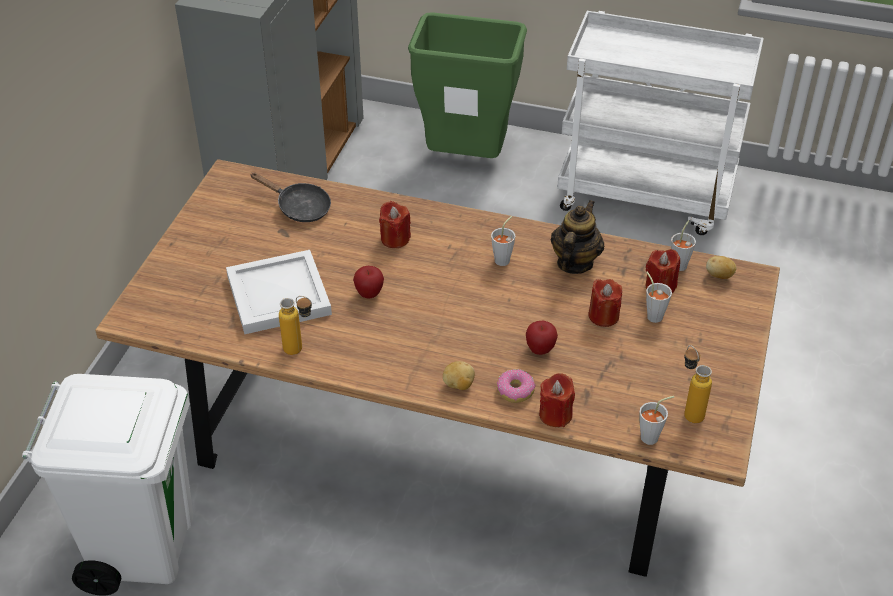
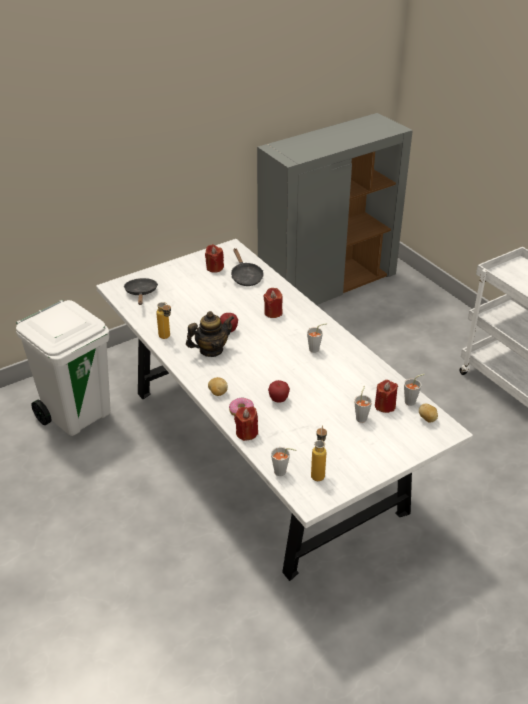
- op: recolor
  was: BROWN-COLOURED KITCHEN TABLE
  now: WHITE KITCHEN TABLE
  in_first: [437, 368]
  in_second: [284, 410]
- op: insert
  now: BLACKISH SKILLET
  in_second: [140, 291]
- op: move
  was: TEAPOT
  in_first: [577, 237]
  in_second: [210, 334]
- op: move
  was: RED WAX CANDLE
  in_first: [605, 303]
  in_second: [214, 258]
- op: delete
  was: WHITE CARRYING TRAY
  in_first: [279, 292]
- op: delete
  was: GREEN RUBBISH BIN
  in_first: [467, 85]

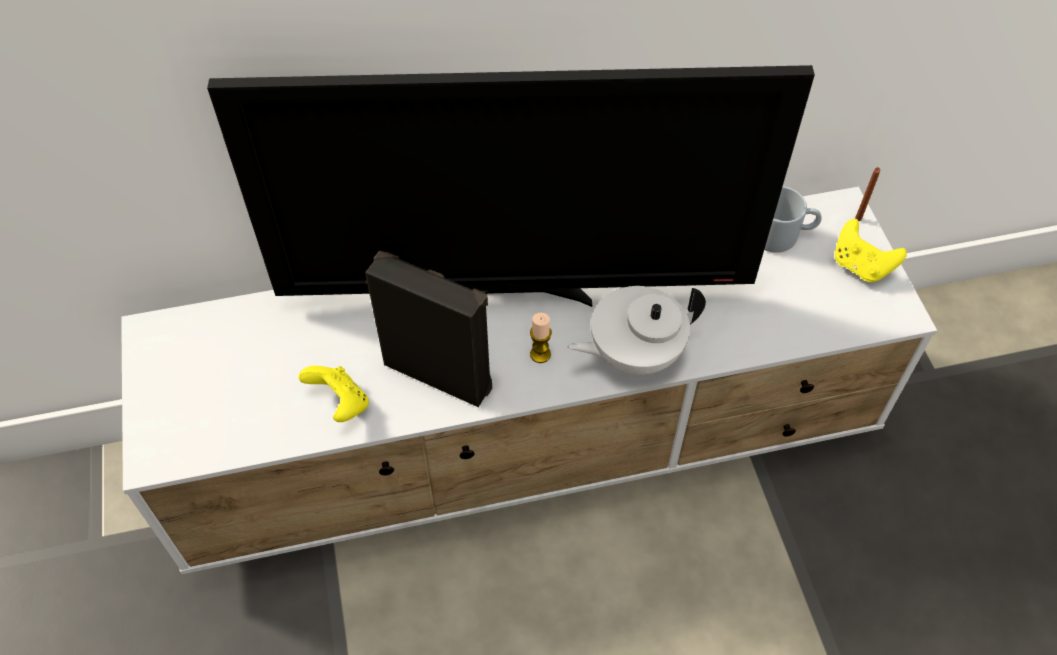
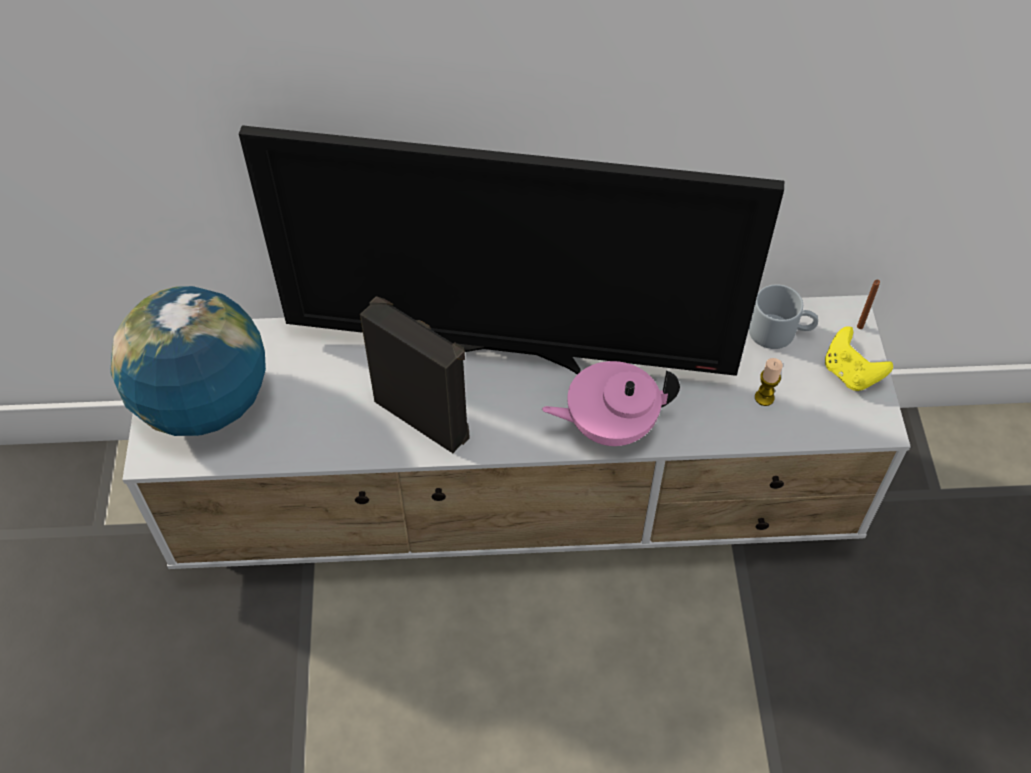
- op: insert
  now: GLOBE
  in_second: [188, 361]
- op: recolor
  was: WHITE TEAPOT
  now: PINKISH TEAPOT
  in_first: [637, 330]
  in_second: [611, 403]
- op: move
  was: WAX CANDLE
  in_first: [541, 338]
  in_second: [769, 382]
- op: delete
  was: YELLOW GAME CONTROLLER
  in_first: [334, 394]

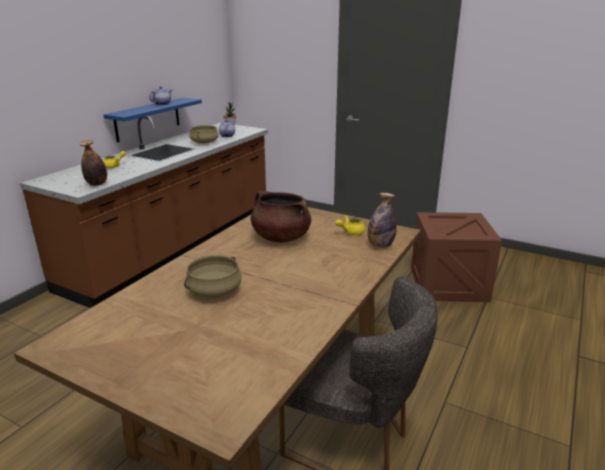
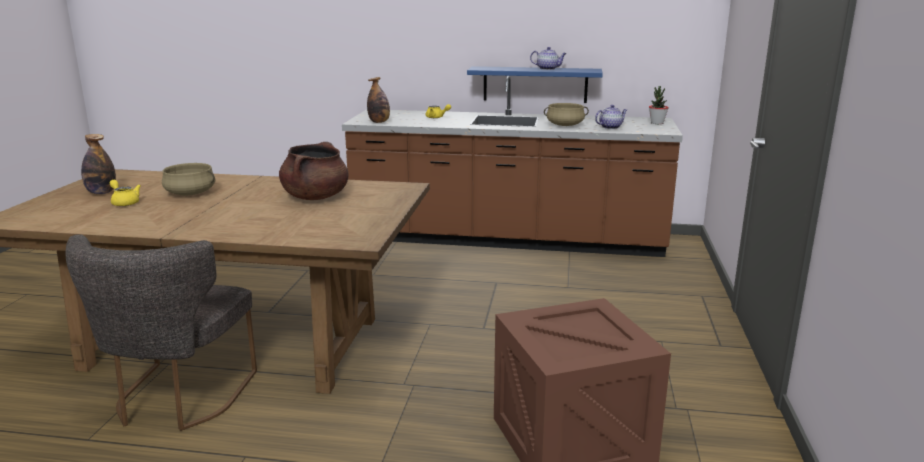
- op: move
  was: BEVERAGE BOTTLE
  in_first: [382, 220]
  in_second: [98, 164]
- op: move
  was: YELLOW TEAPOT
  in_first: [350, 225]
  in_second: [125, 193]

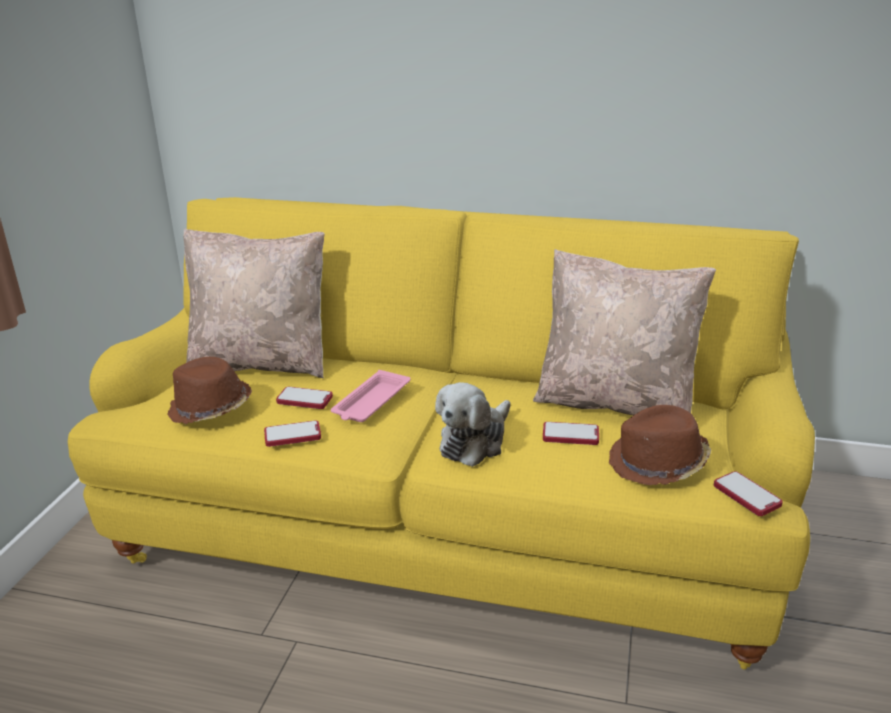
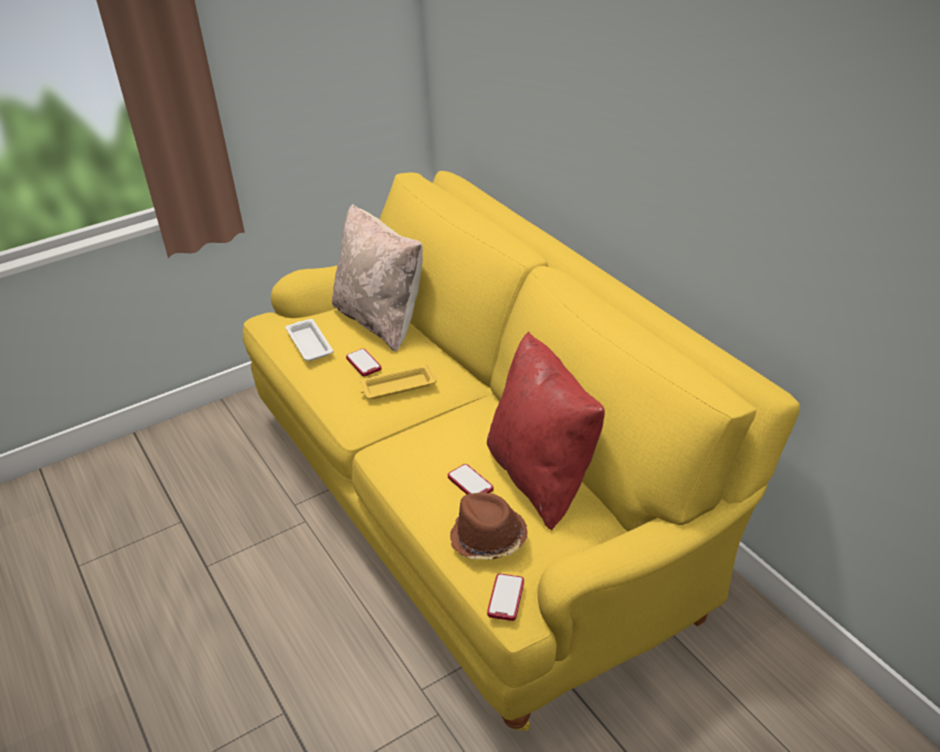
- op: replace
  was: BROWN-COLOURED HAT
  now: WHITE CARRYING TRAY
  in_first: [209, 390]
  in_second: [309, 340]
- op: recolor
  was: PINKISH CARRYING TRAY
  now: YELLOW CARRYING TRAY
  in_first: [370, 396]
  in_second: [398, 381]
- op: recolor
  was: BEIGE THROW PILLOW
  now: RED THROW PILLOW
  in_first: [624, 332]
  in_second: [546, 431]
- op: delete
  was: PHONE
  in_first: [292, 433]
- op: delete
  was: SOFT TOY
  in_first: [473, 424]

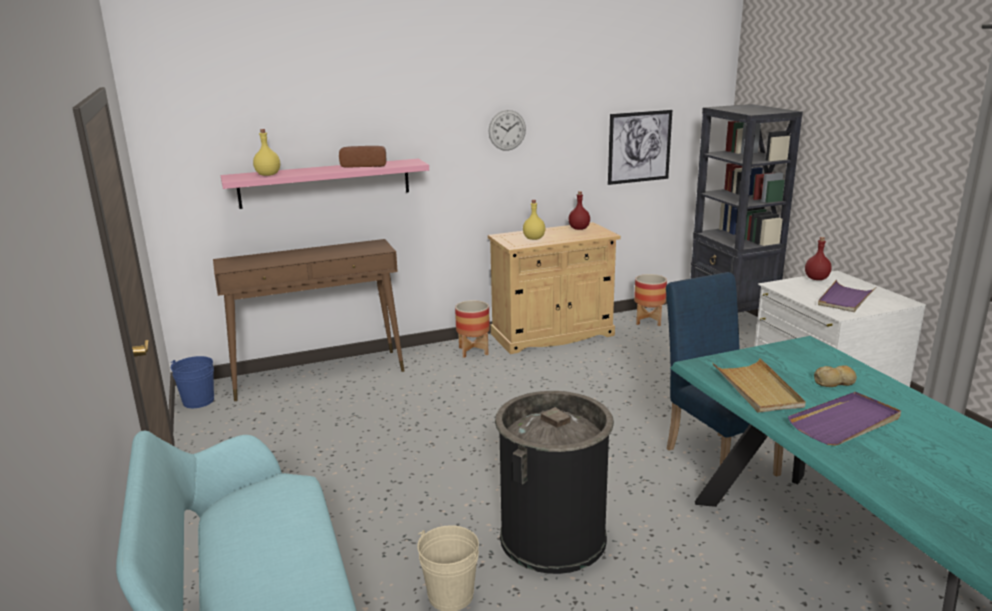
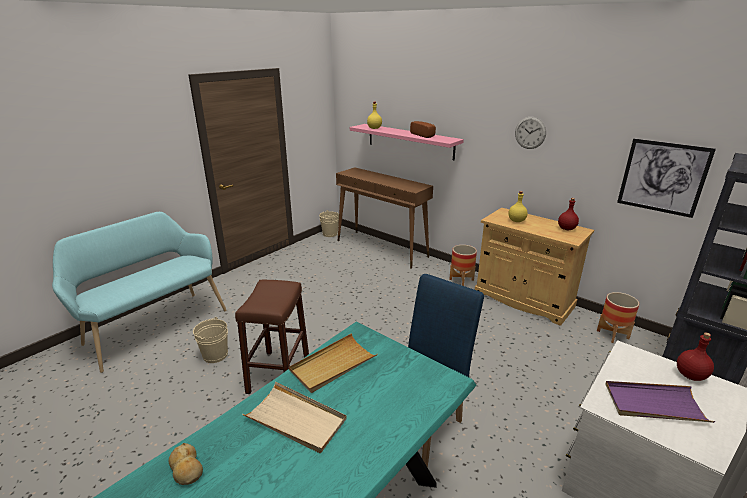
- op: move
  was: BREAD
  in_first: [835, 376]
  in_second: [186, 464]
- op: replace
  was: BLACKISH RUBBISH BIN
  now: BROWN-COLOURED SITTING STOOL
  in_first: [554, 482]
  in_second: [272, 337]
- op: recolor
  was: PURPLE-COLOURED CARRYING TRAY
  now: BEIGE CARRYING TRAY
  in_first: [844, 418]
  in_second: [294, 417]
- op: recolor
  was: BLUE WATER BUCKET
  now: BEIGE WATER BUCKET
  in_first: [192, 382]
  in_second: [329, 223]

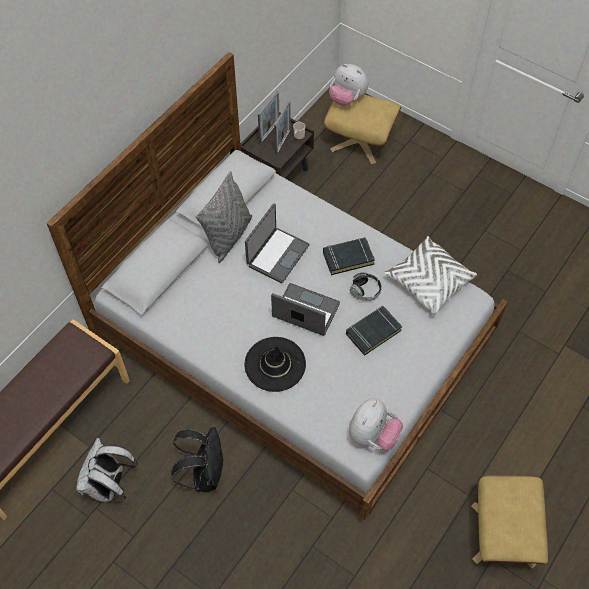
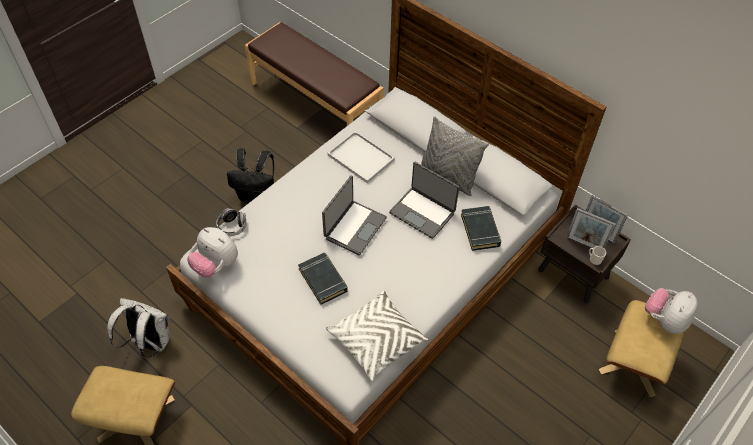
- op: move
  was: WHITE RUCKSACK
  in_first: [107, 470]
  in_second: [139, 327]
- op: move
  was: PAIR OF HEADPHONES
  in_first: [366, 287]
  in_second: [231, 222]
- op: insert
  now: WHITE CARRYING TRAY
  in_second: [361, 157]
- op: move
  was: BLACKISH BOOK
  in_first: [349, 256]
  in_second: [481, 228]
- op: delete
  was: BLACKISH HAT
  in_first: [275, 364]

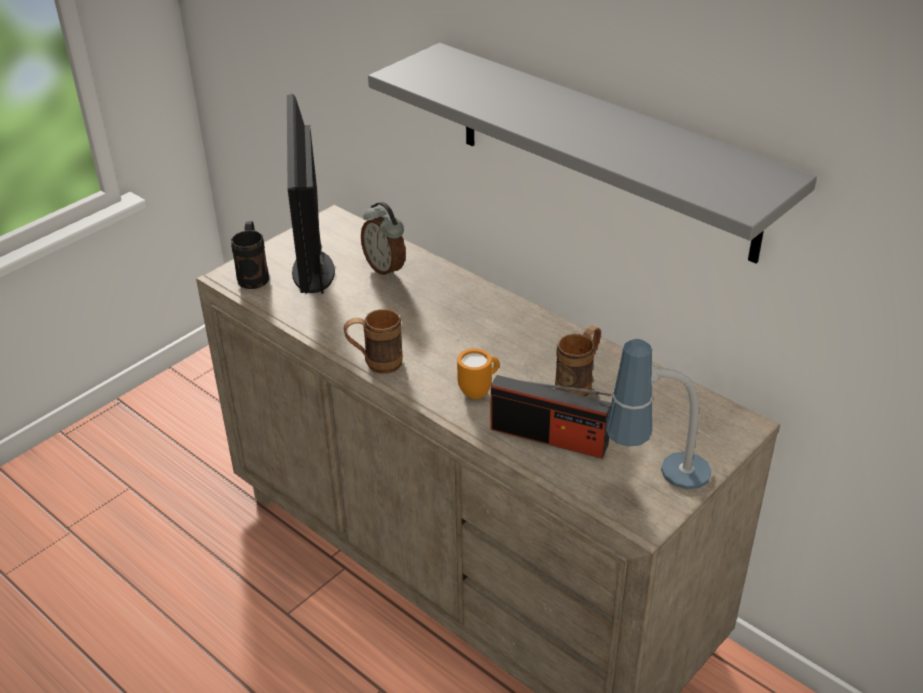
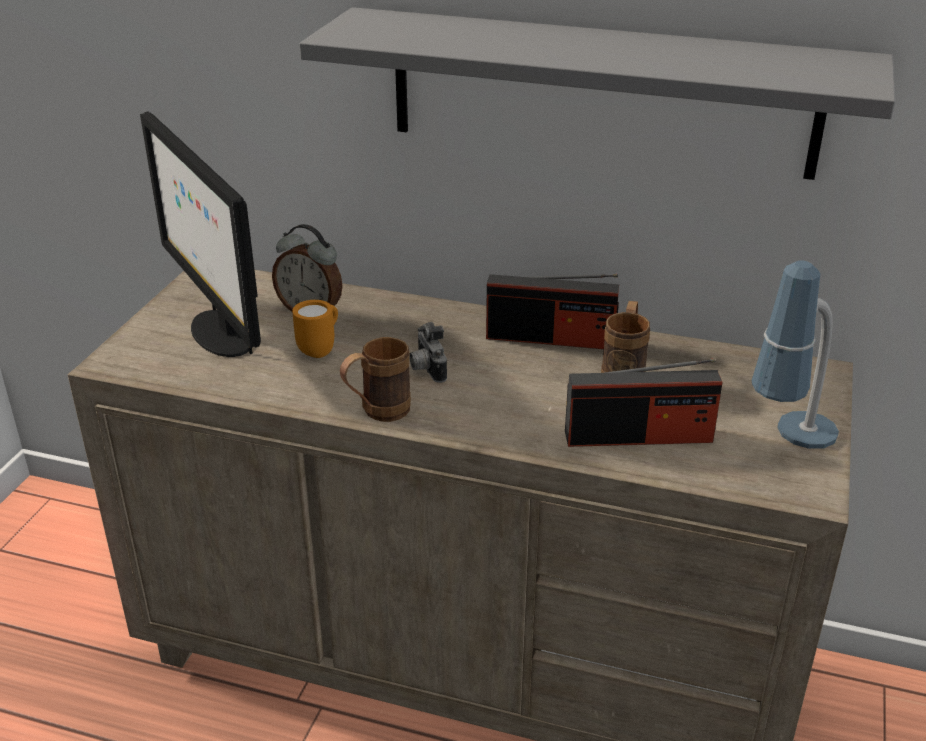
- op: move
  was: ORANGEY MUG
  in_first: [478, 374]
  in_second: [315, 329]
- op: insert
  now: STILL CAMERA
  in_second: [428, 352]
- op: insert
  now: RADIO
  in_second: [552, 311]
- op: delete
  was: BLACKISH MUG
  in_first: [250, 255]

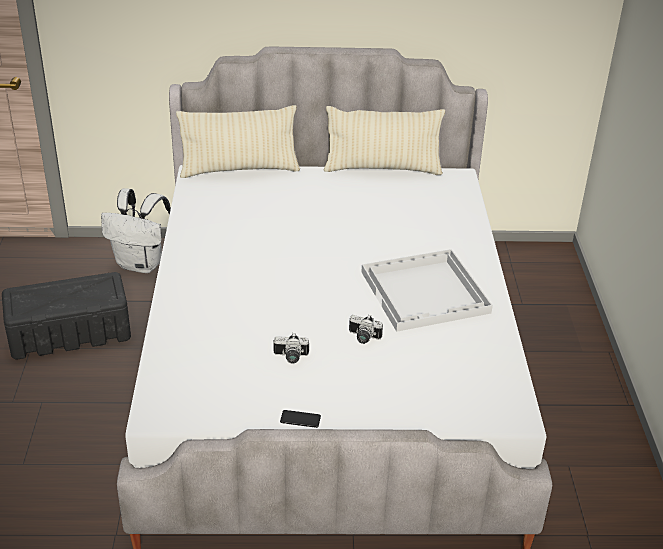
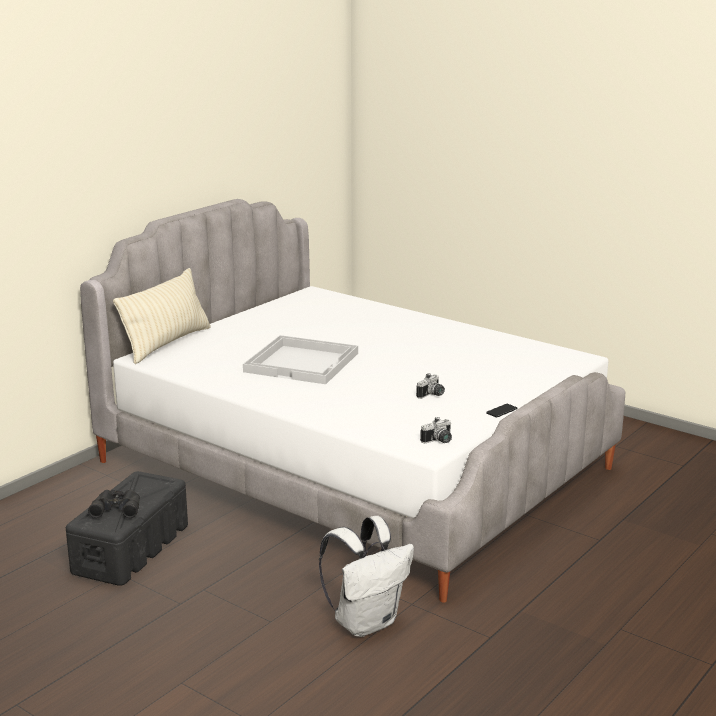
- op: insert
  now: BLACKISH PAIR OF BINOCULARS
  in_second: [114, 504]
- op: move
  was: WHITE CARRYING TRAY
  in_first: [427, 290]
  in_second: [300, 359]
- op: move
  was: WHITE RUCKSACK
  in_first: [136, 230]
  in_second: [366, 576]
- op: move
  was: STILL CAMERA
  in_first: [366, 329]
  in_second: [436, 430]
- op: delete
  was: BEIGE THROW PILLOW
  in_first: [384, 140]

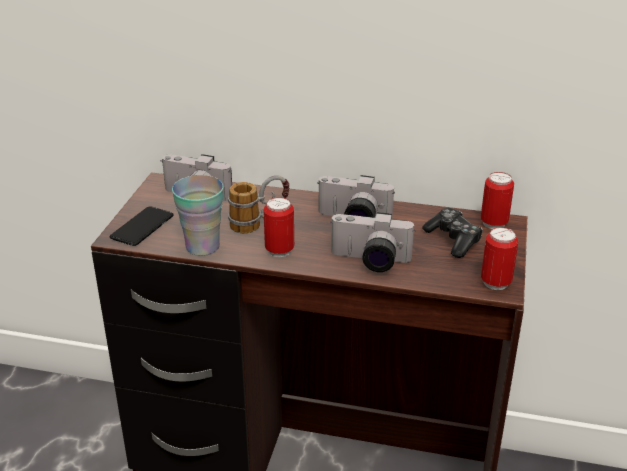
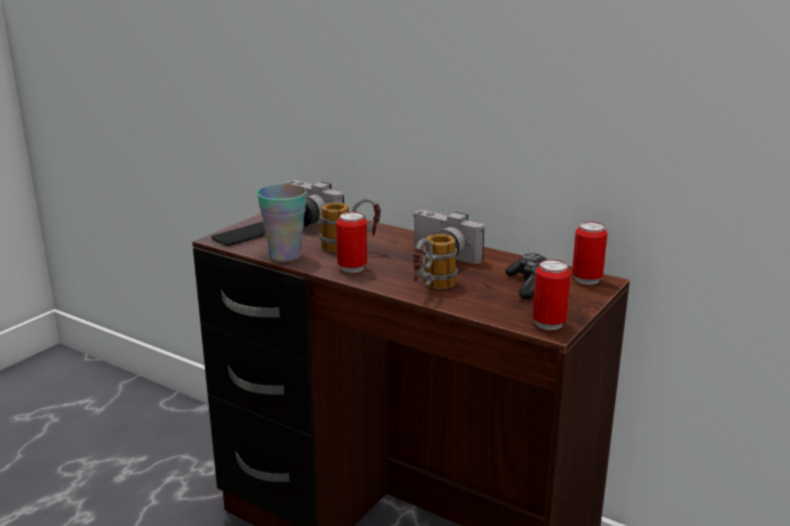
- op: replace
  was: STILL CAMERA
  now: MUG
  in_first: [372, 242]
  in_second: [435, 261]

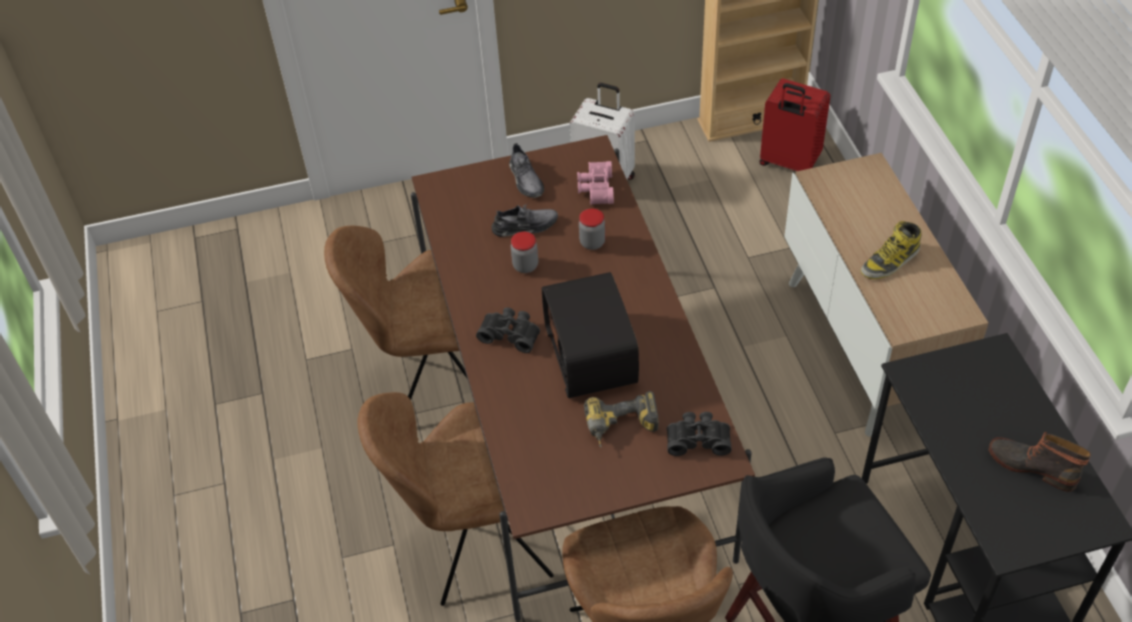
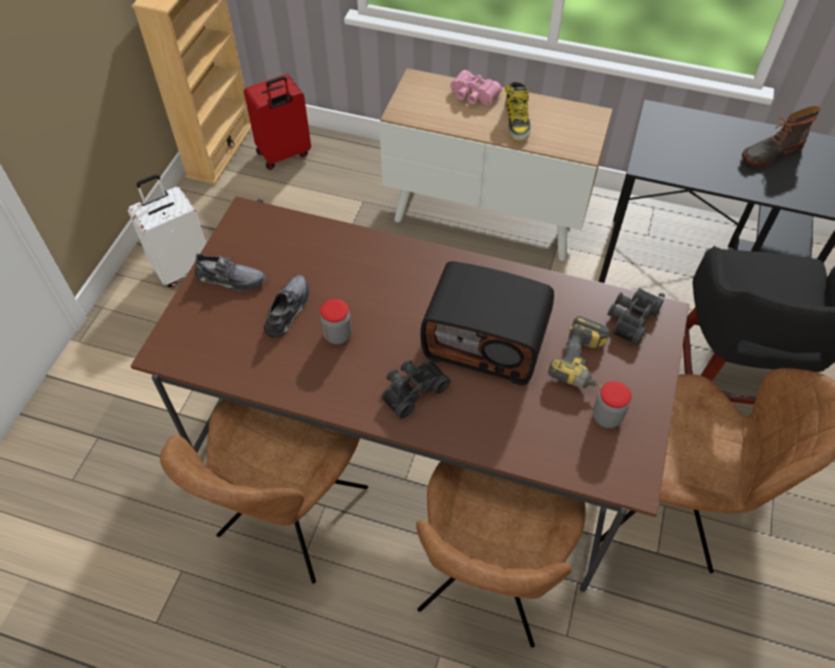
- op: move
  was: PINKISH PAIR OF BINOCULARS
  in_first: [595, 183]
  in_second: [476, 87]
- op: move
  was: JAR
  in_first: [592, 229]
  in_second: [612, 404]

